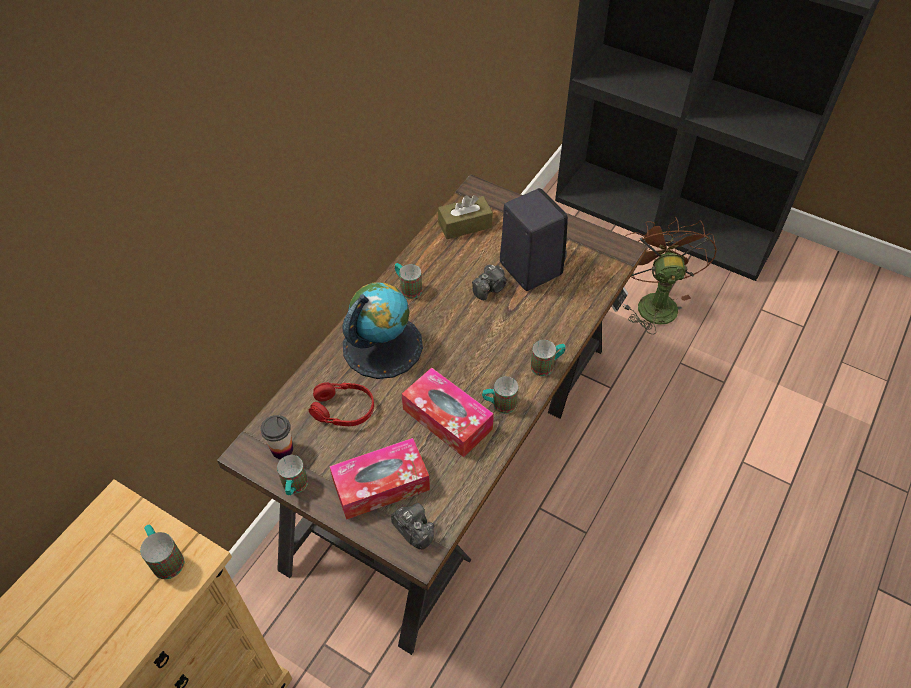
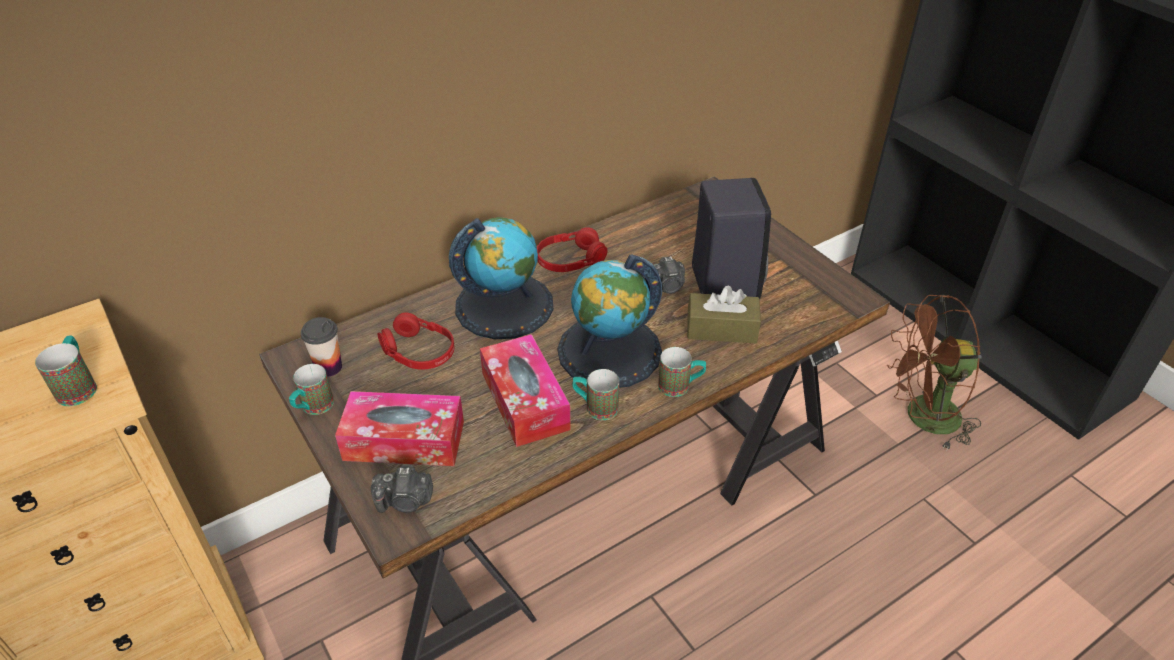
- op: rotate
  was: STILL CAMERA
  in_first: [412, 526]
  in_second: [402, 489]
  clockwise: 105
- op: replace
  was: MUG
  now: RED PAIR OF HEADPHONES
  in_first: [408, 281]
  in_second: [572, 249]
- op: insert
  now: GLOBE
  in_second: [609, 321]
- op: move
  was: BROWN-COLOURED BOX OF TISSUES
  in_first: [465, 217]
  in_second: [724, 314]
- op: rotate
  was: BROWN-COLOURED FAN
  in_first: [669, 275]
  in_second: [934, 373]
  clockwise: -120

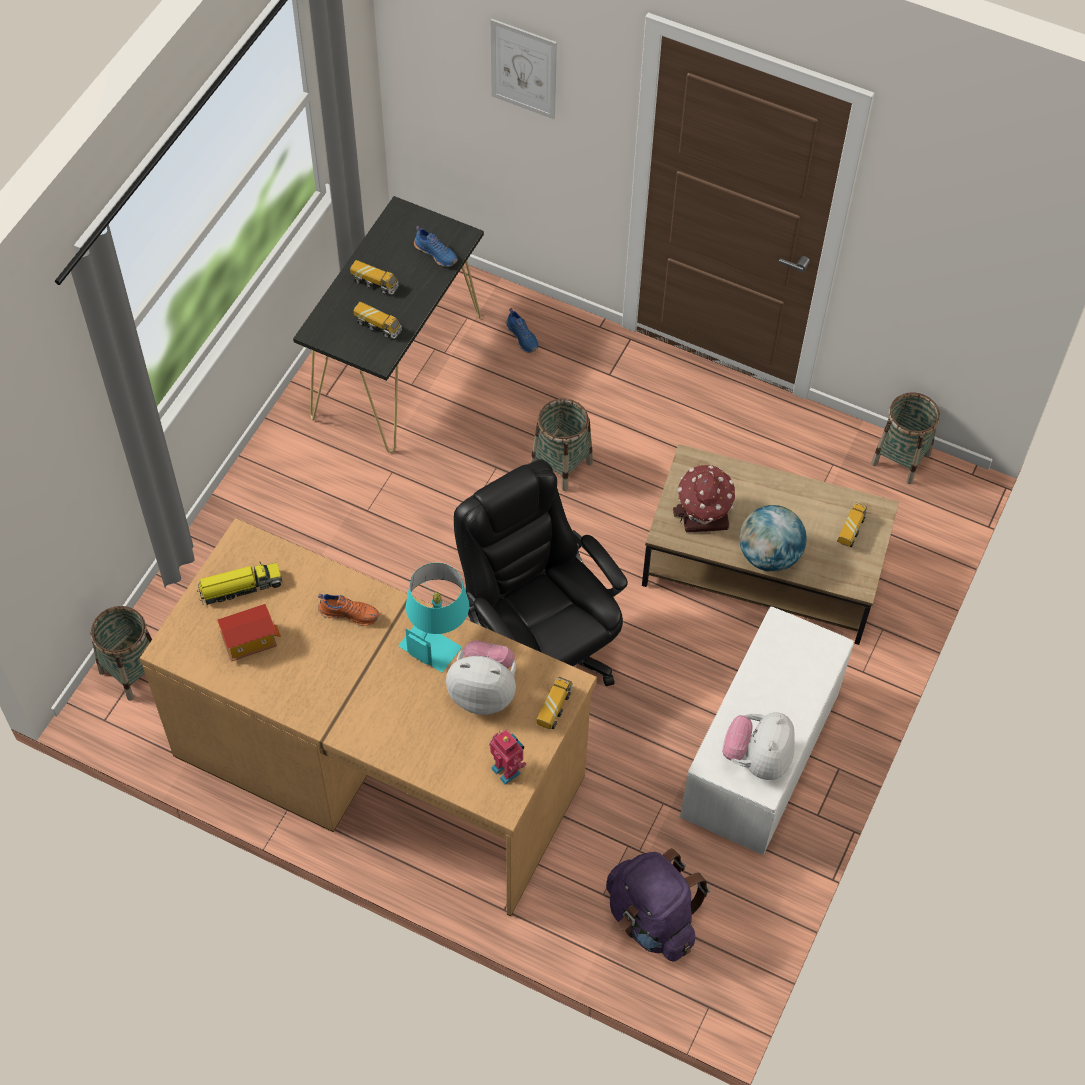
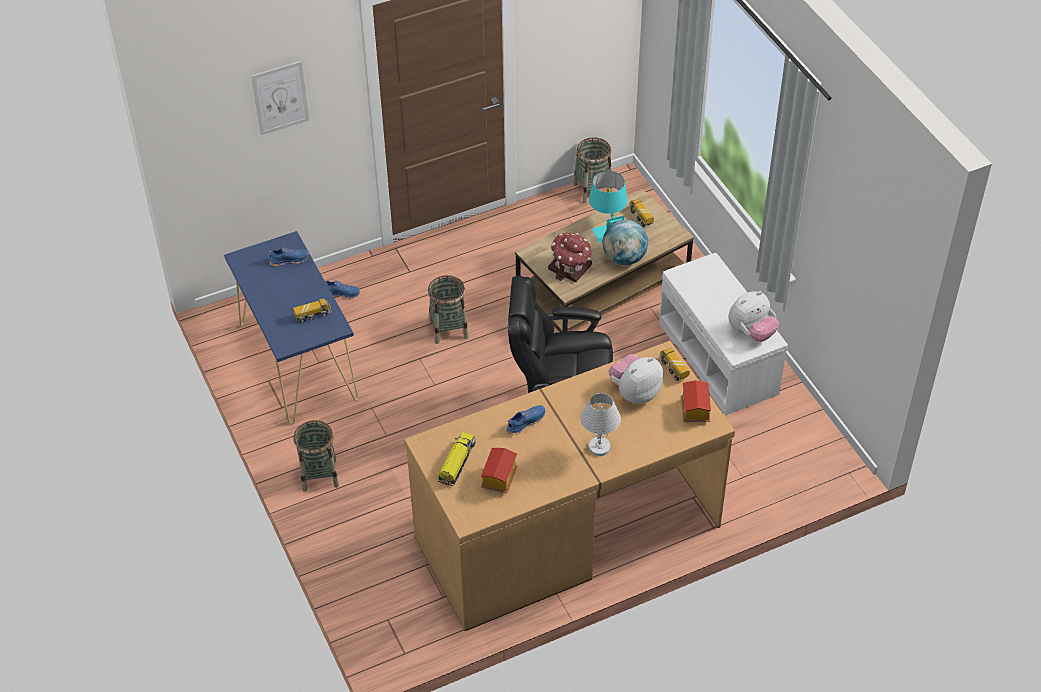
- op: recolor
  was: BLACKISH CONSOLE TABLE
  now: BLUE CONSOLE TABLE
  in_first: [388, 324]
  in_second: [291, 327]
- op: move
  was: STORAGE BASKET
  in_first: [121, 653]
  in_second: [316, 456]
- op: recolor
  was: ORANGEY SHOE
  now: BLUE SHOE
  in_first: [348, 610]
  in_second: [526, 420]
- op: insert
  now: WHITE LAMP FOR A TABLE
  in_second: [601, 424]
- op: move
  was: TURQUOISE LAMP FOR A TABLE
  in_first: [433, 617]
  in_second: [608, 207]
- op: replace
  was: TOY ROBOT
  now: MINIATURE HOUSE
  in_first: [507, 757]
  in_second: [696, 401]
- op: rotate
  was: SOFT TOY
  in_first: [758, 746]
  in_second: [753, 316]
  clockwise: -90
- op: delete
  was: MODEL TRUCK
  in_first: [374, 277]
- op: delete
  was: PURPLE-COLOURED RUCKSACK
  in_first: [658, 904]

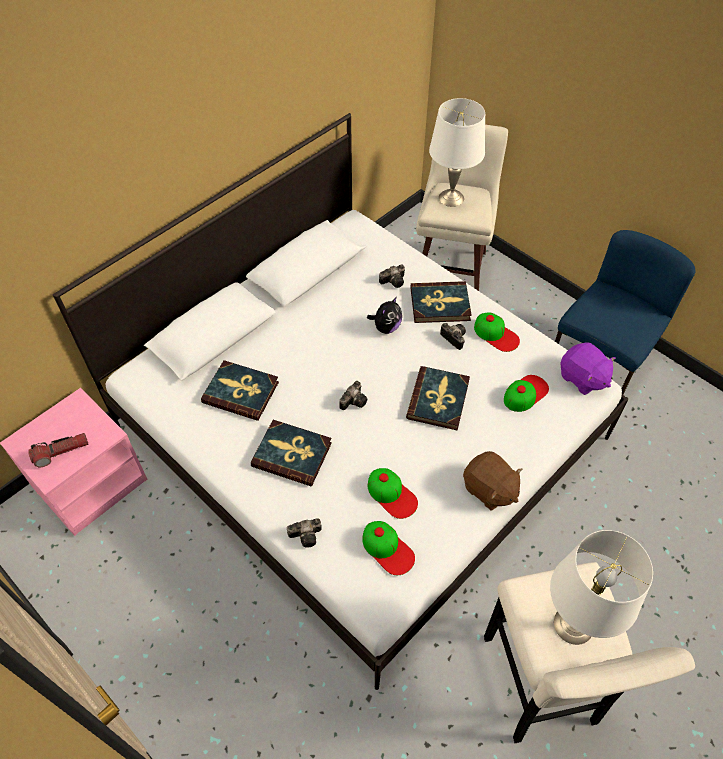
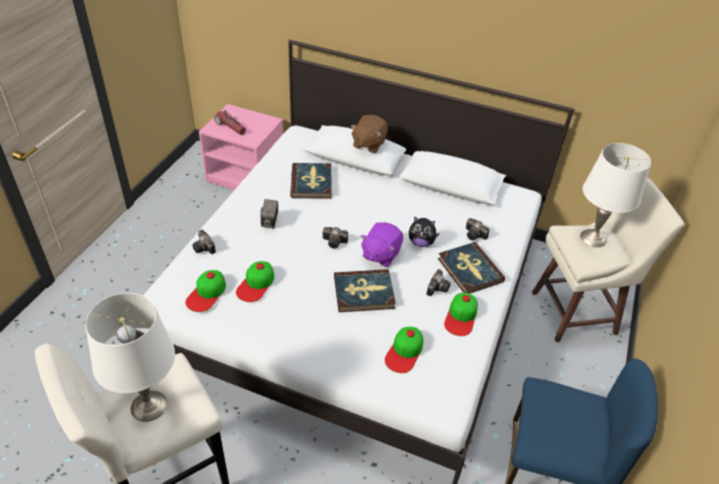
- op: replace
  was: BOOK
  now: STILL CAMERA
  in_first: [291, 453]
  in_second: [269, 214]
- op: move
  was: BROWN-COLOURED SOFT TOY
  in_first: [493, 481]
  in_second: [369, 134]
- op: move
  was: PURPLE-COLOURED SOFT TOY
  in_first: [588, 368]
  in_second: [381, 244]
- op: rotate
  was: PEAKED CAP
  in_first: [526, 393]
  in_second: [404, 350]
  clockwise: 90

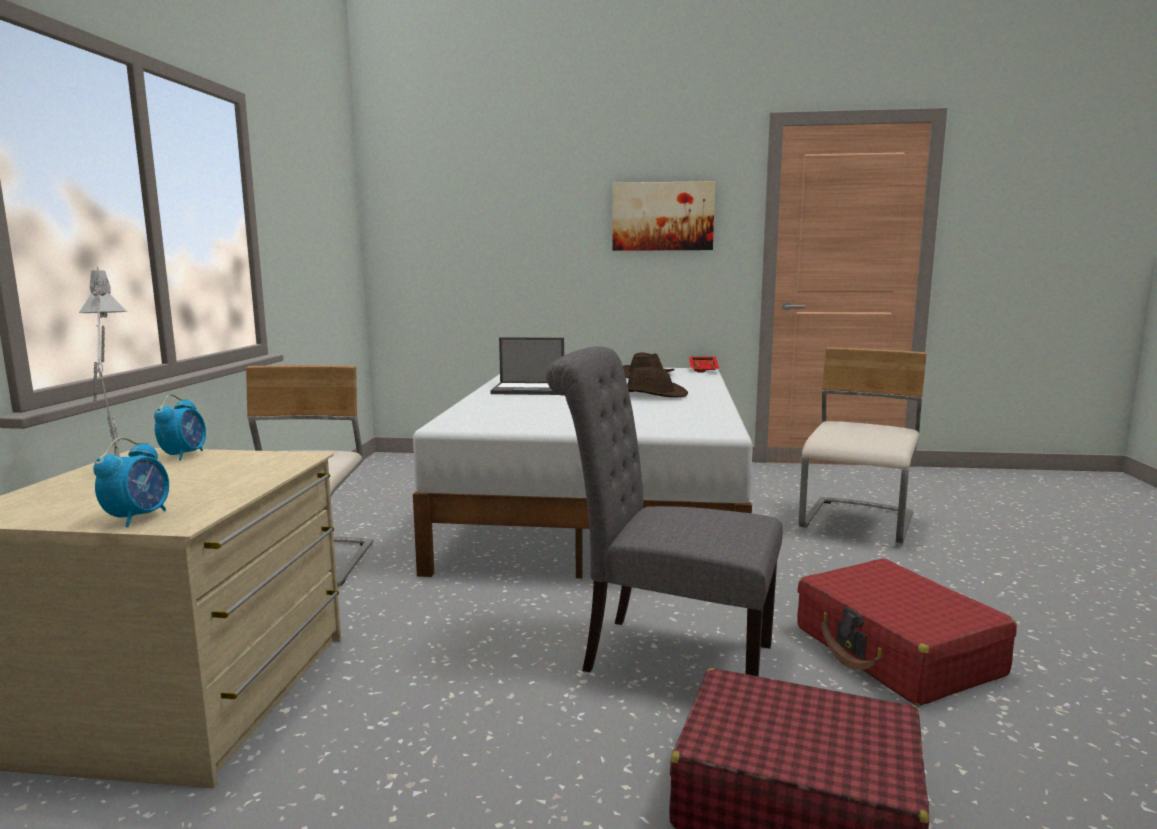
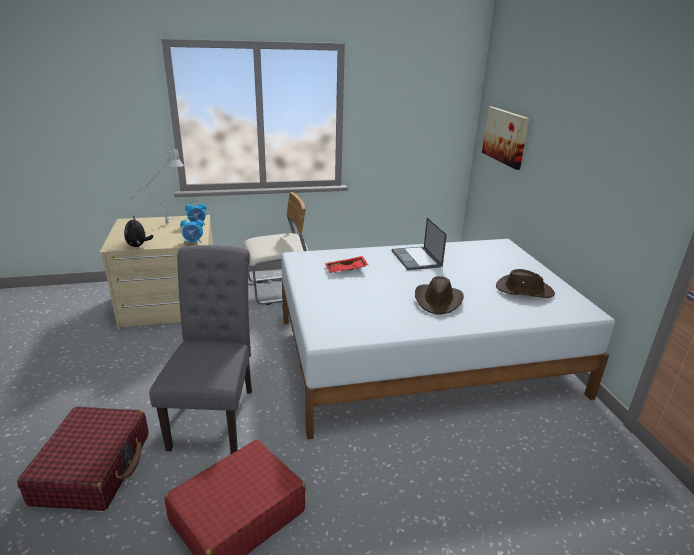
- op: insert
  now: SOFT TOY
  in_second: [139, 231]
- op: move
  was: TABLE CLOCK
  in_first: [131, 482]
  in_second: [191, 230]
- op: move
  was: RED CARRYING TRAY
  in_first: [704, 365]
  in_second: [346, 264]
- op: move
  was: PICTURE
  in_first: [663, 216]
  in_second: [506, 138]
- op: delete
  was: BEIGE UPRIGHT CHAIR
  in_first: [863, 445]

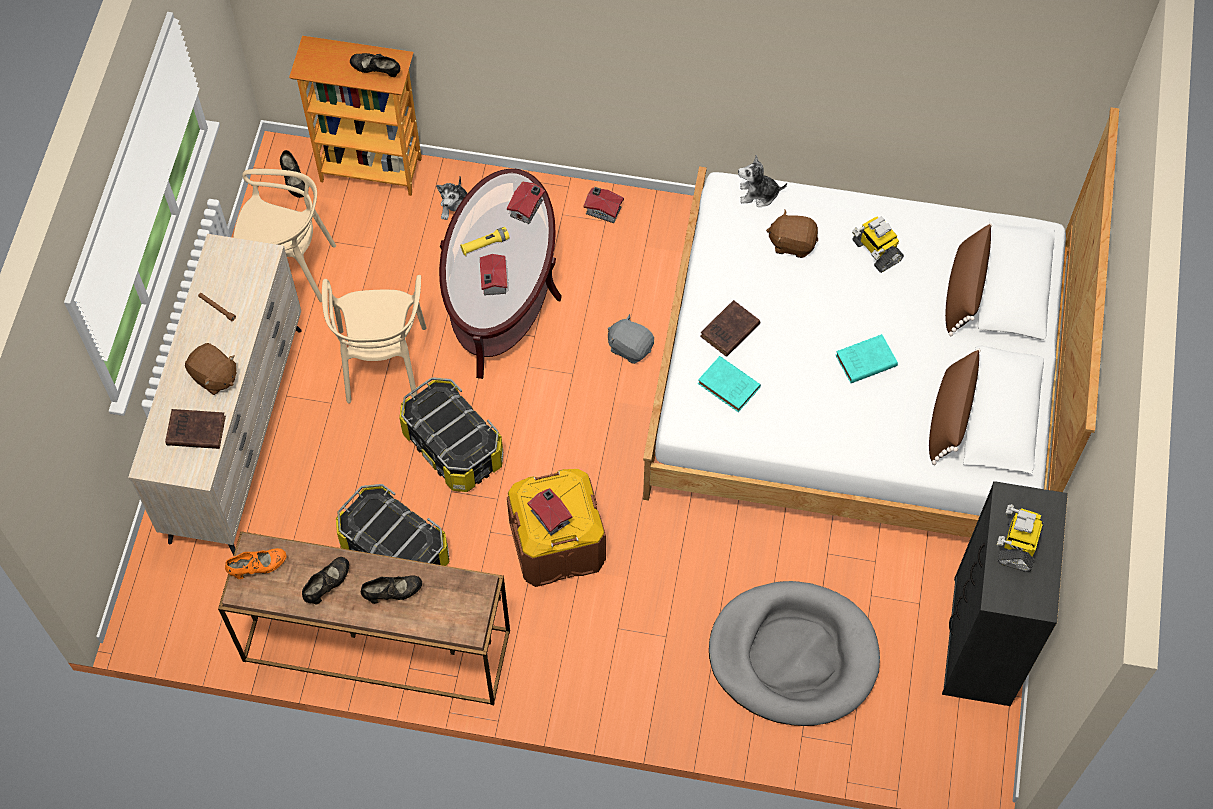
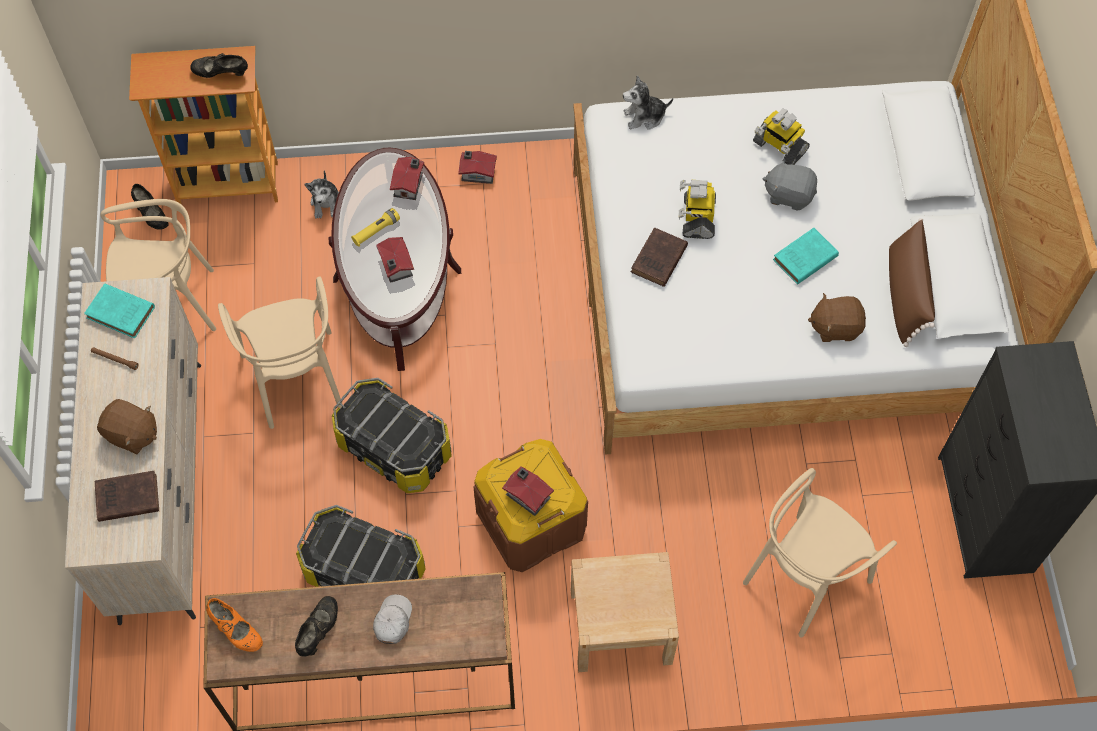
- op: move
  was: TURQUOISE BOOK
  in_first: [729, 384]
  in_second: [119, 311]
- op: rotate
  was: ORANGEY SHOE
  in_first: [255, 563]
  in_second: [234, 625]
  clockwise: 75
- op: replace
  was: BLACKISH SHOE
  now: WHITE PEAKED CAP
  in_first: [391, 589]
  in_second: [392, 619]
- op: insert
  now: BEIGE NIGHTSTAND
  in_second: [625, 612]
- op: move
  was: TOY ROBOT
  in_first: [1020, 538]
  in_second: [697, 209]
- op: replace
  was: GRAY DOG BED
  now: BEIGE UPRIGHT CHAIR
  in_first: [794, 653]
  in_second: [820, 552]
- op: move
  was: GRAY SOFT TOY
  in_first: [631, 339]
  in_second: [789, 184]
- op: move
  was: BROWN-COLOURED SOFT TOY
  in_first: [792, 234]
  in_second: [837, 317]
- op: delete
  was: BROWN-COLOURED THROW PILLOW
  in_first: [968, 279]

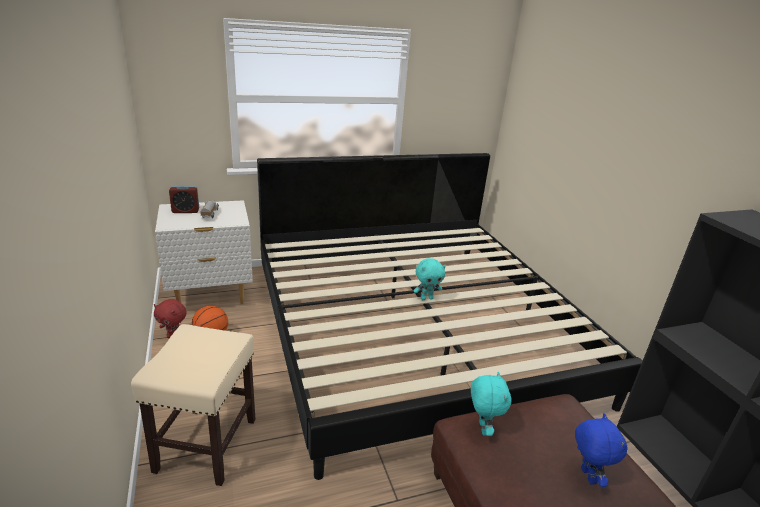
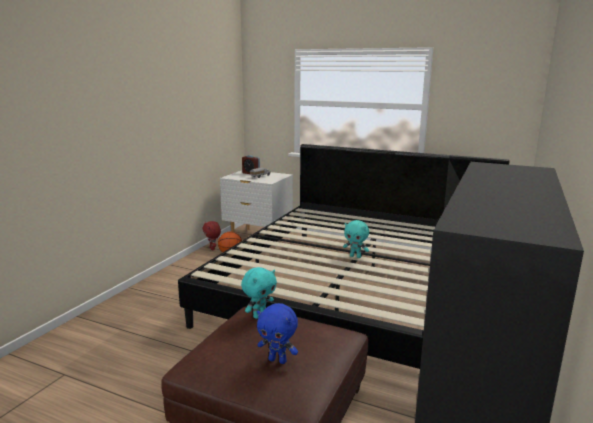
- op: rotate
  was: BLUE SOFT TOY
  in_first: [601, 450]
  in_second: [277, 333]
  clockwise: 75
- op: delete
  was: BEIGE SITTING STOOL
  in_first: [193, 405]

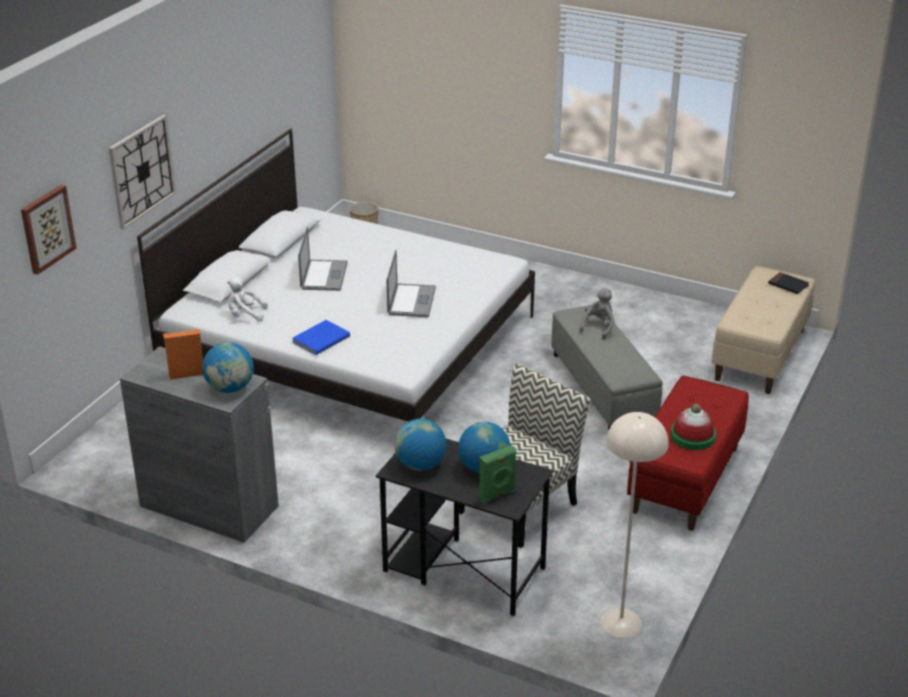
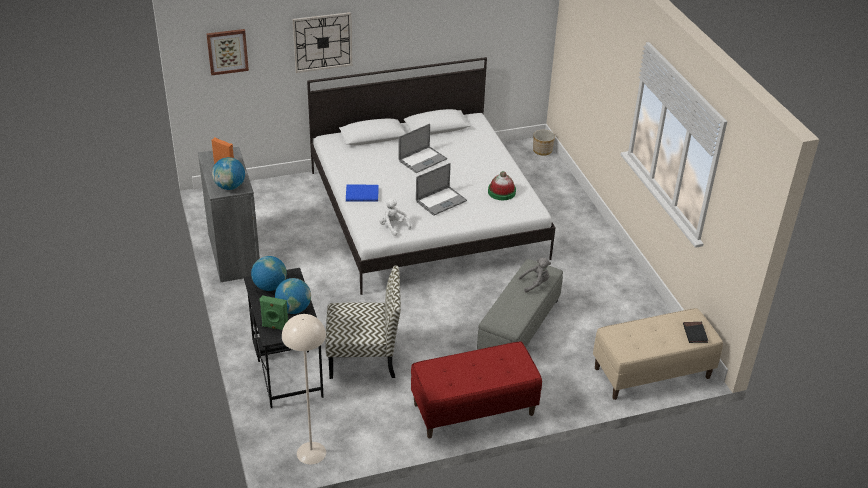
- op: move
  was: WHITE SOFT TOY
  in_first: [247, 299]
  in_second: [395, 217]
- op: move
  was: HAT
  in_first: [693, 427]
  in_second: [502, 185]

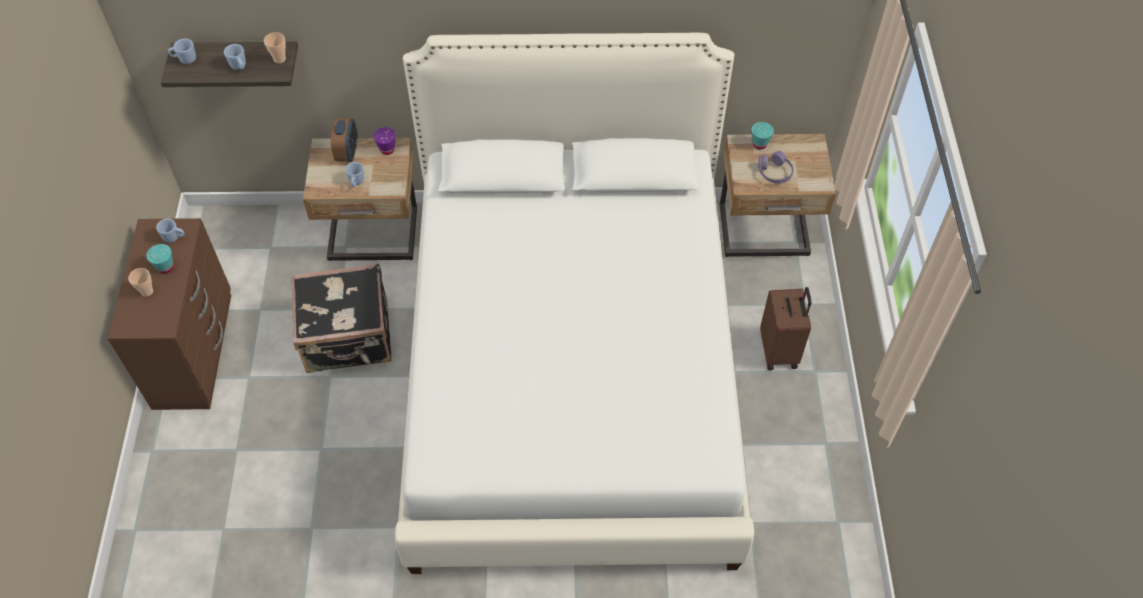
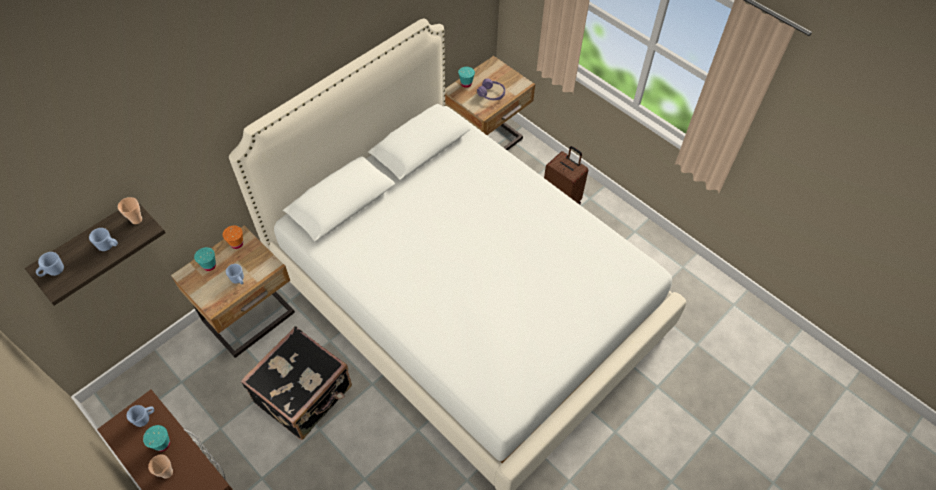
- op: replace
  was: TABLE CLOCK
  now: TURQUOISE SMALL CUP
  in_first: [344, 140]
  in_second: [205, 259]
- op: recolor
  was: PURPLE-COLOURED SMALL CUP
  now: ORANGEY SMALL CUP
  in_first: [384, 141]
  in_second: [233, 237]

